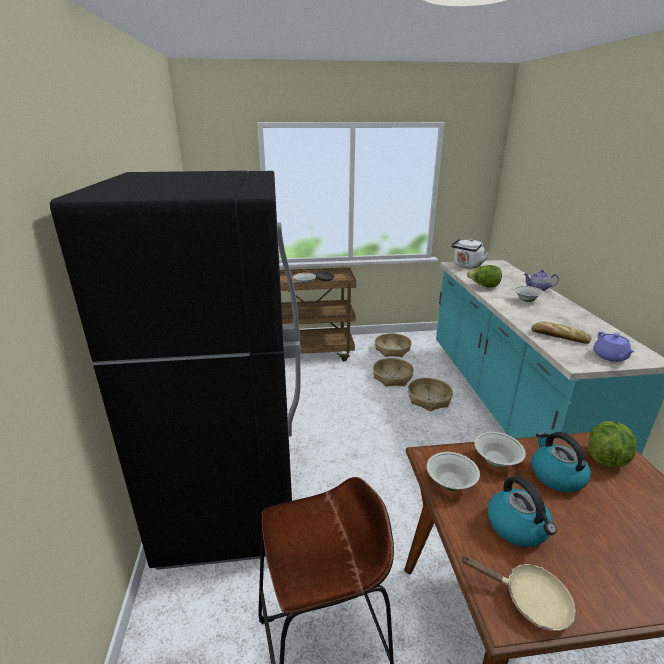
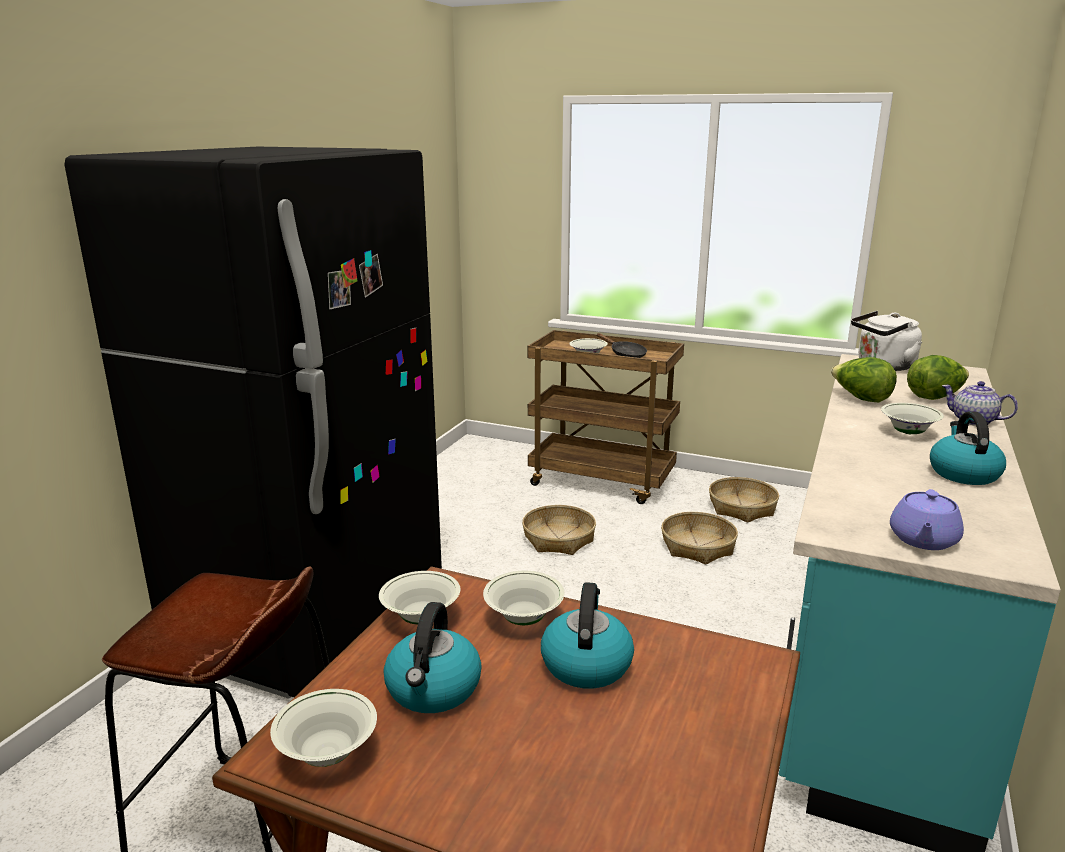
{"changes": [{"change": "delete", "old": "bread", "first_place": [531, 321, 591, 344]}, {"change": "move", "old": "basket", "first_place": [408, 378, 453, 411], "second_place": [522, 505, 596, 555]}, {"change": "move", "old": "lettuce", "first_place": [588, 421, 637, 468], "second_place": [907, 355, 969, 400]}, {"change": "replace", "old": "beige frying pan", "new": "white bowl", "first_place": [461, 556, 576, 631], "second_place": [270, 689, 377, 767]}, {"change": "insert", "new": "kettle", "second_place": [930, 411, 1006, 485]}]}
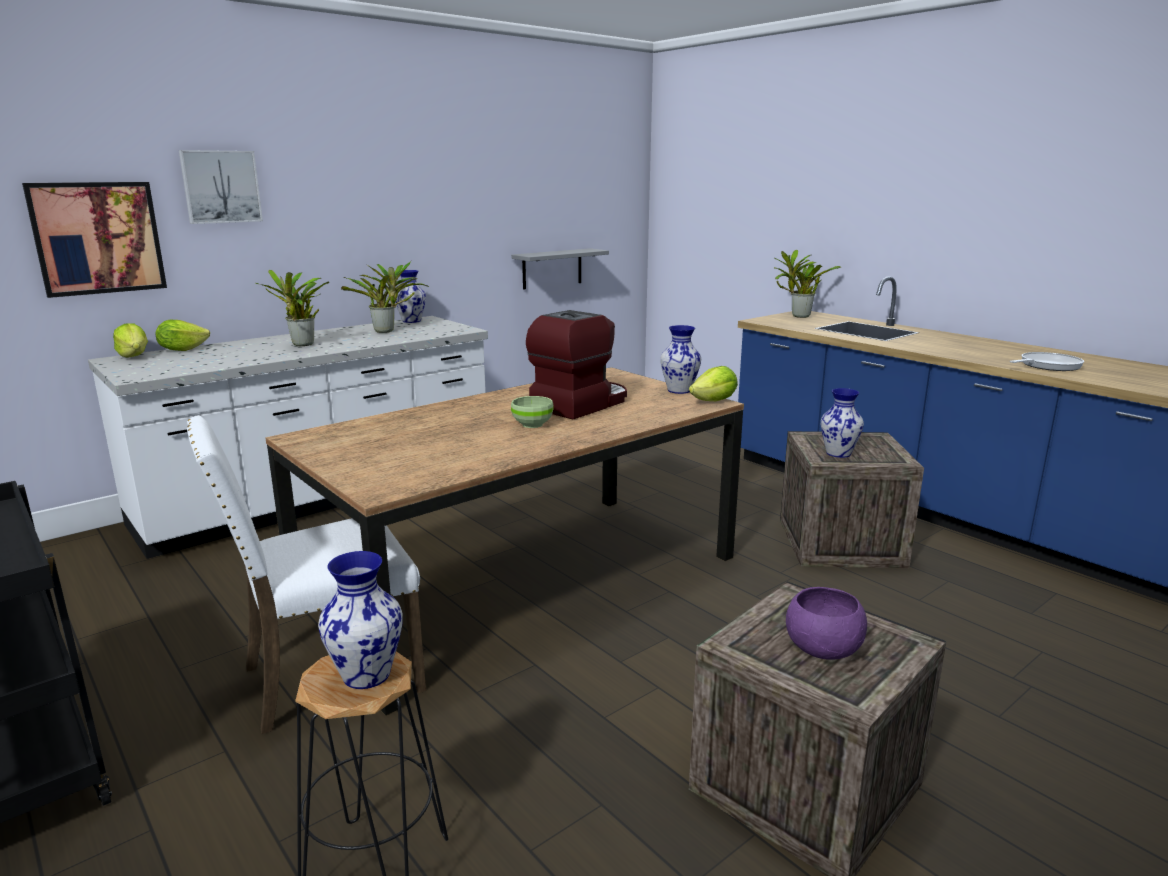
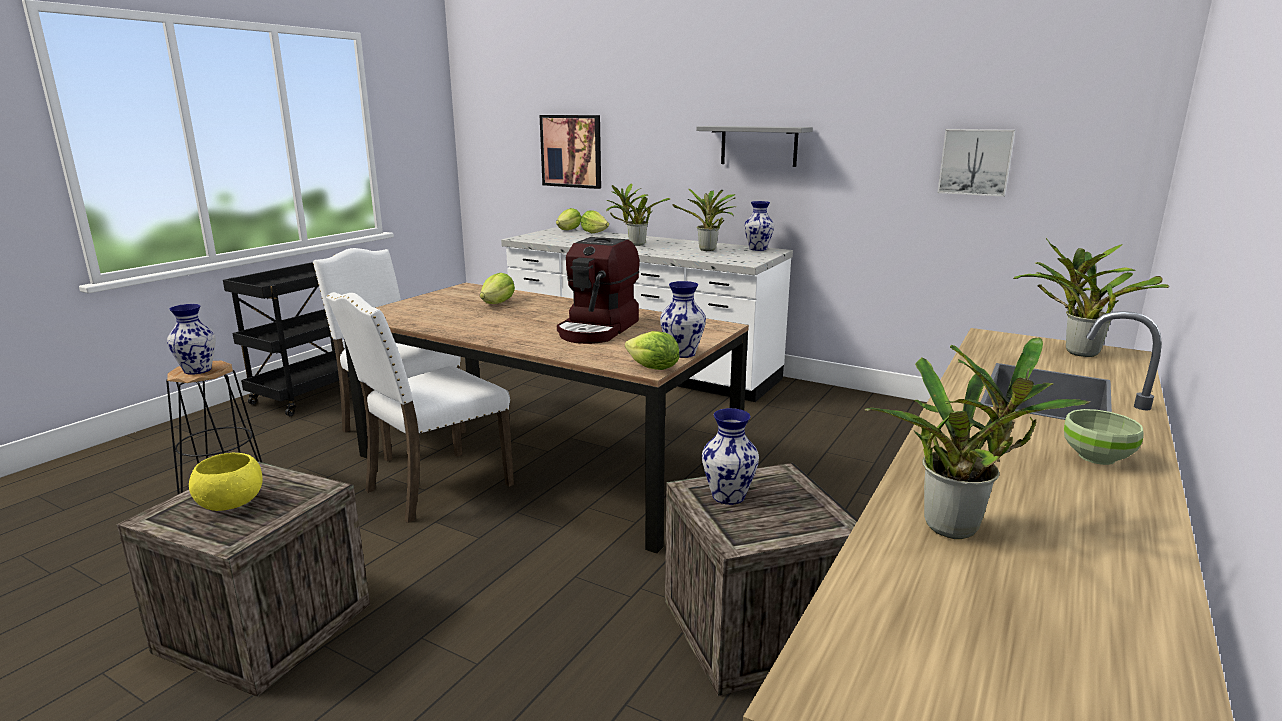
{"changes": [{"change": "move", "old": "picture", "first_place": [179, 150, 263, 224], "second_place": [938, 129, 1015, 197]}, {"change": "move", "old": "grey shelf", "first_place": [511, 248, 609, 290], "second_place": [696, 126, 813, 167]}, {"change": "rotate", "old": "coffee machine", "first_place": [526, 310, 627, 420], "second_place": [557, 237, 640, 344], "degrees": 90}, {"change": "replace", "old": "frying pan", "new": "potted plant", "first_place": [1010, 352, 1084, 371], "second_place": [864, 337, 1090, 539]}, {"change": "move", "old": "green bowl", "first_place": [511, 396, 554, 428], "second_place": [1064, 409, 1144, 465]}, {"change": "recolor", "old": "purple bowl", "new": "yellow bowl", "first_place": [786, 587, 867, 660], "second_place": [189, 452, 263, 511]}, {"change": "insert", "new": "lettuce", "second_place": [480, 273, 515, 304]}, {"change": "insert", "new": "white chair", "second_place": [326, 292, 514, 523]}]}
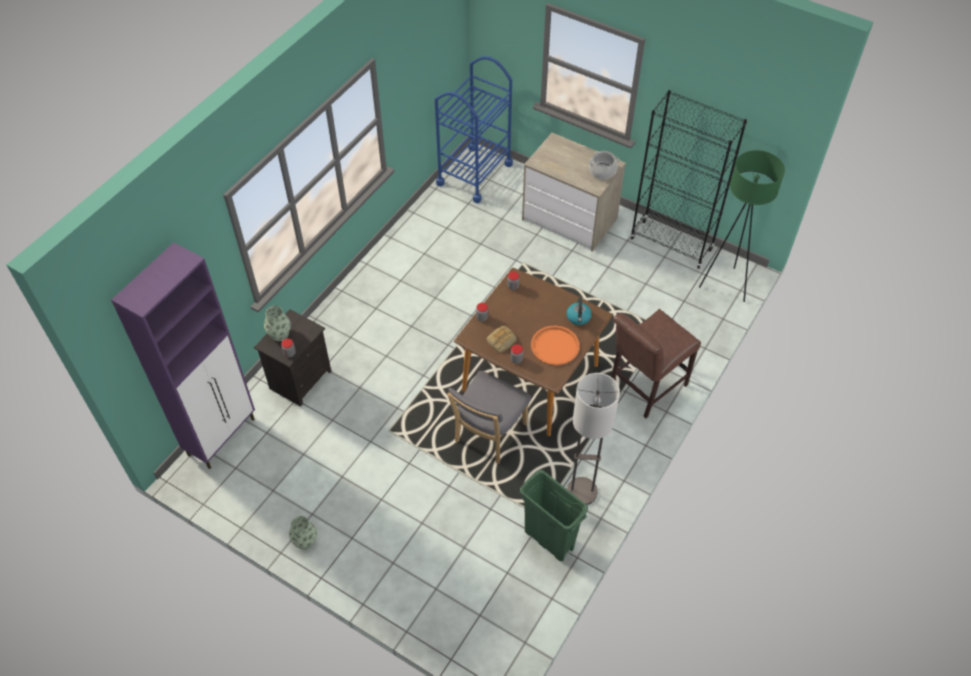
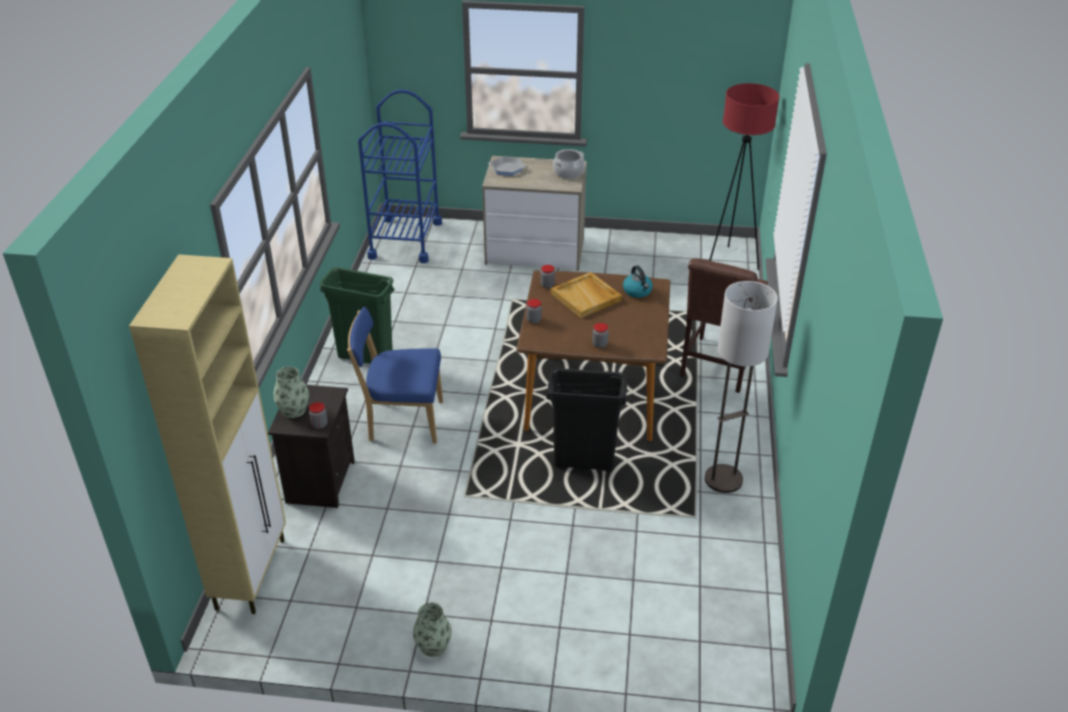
{"changes": [{"change": "delete", "old": "black bookcase", "first_place": [630, 90, 747, 269]}, {"change": "recolor", "old": "green floor lamp", "new": "red floor lamp", "first_place": [699, 150, 785, 302], "second_place": [709, 83, 780, 270]}, {"change": "recolor", "old": "purple cabinet", "new": "beige cabinet", "first_place": [111, 242, 255, 469], "second_place": [129, 254, 286, 614]}, {"change": "delete", "old": "bread", "first_place": [486, 326, 517, 353]}, {"change": "delete", "old": "orange tray", "first_place": [531, 326, 580, 365]}, {"change": "replace", "old": "grey chair", "new": "black trash can", "first_place": [447, 371, 531, 464], "second_place": [546, 368, 627, 471]}, {"change": "move", "old": "green trash can", "first_place": [520, 470, 588, 561], "second_place": [320, 267, 395, 364]}, {"change": "insert", "new": "frying pan", "second_place": [489, 157, 526, 176]}, {"change": "insert", "new": "beige tray", "second_place": [551, 272, 622, 318]}, {"change": "insert", "new": "blue chair", "second_place": [347, 307, 443, 443]}]}
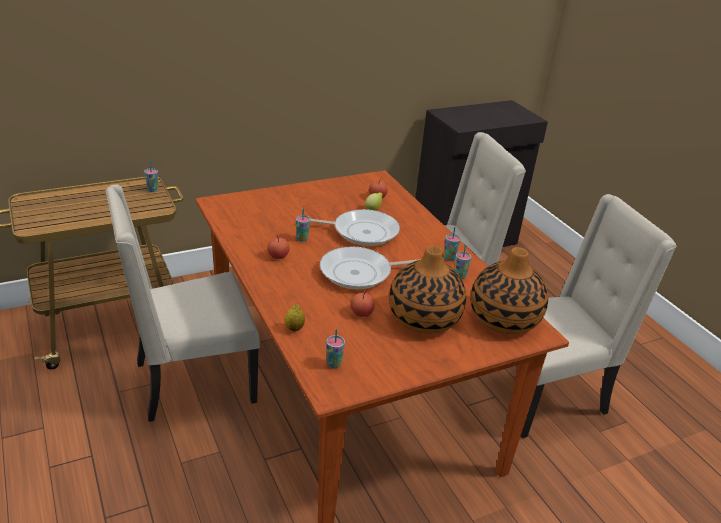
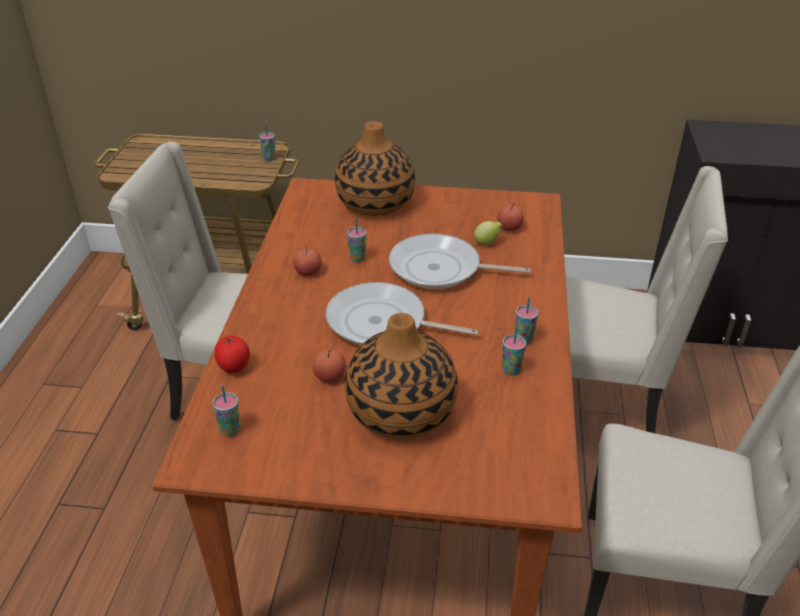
{"changes": [{"change": "rotate", "old": "frying pan", "first_place": [310, 209, 400, 246], "second_place": [389, 234, 531, 289], "degrees": 150}, {"change": "move", "old": "vase", "first_place": [471, 247, 548, 334], "second_place": [335, 121, 415, 216]}, {"change": "replace", "old": "lemon", "new": "tomato", "first_place": [285, 305, 305, 332], "second_place": [215, 336, 250, 373]}]}
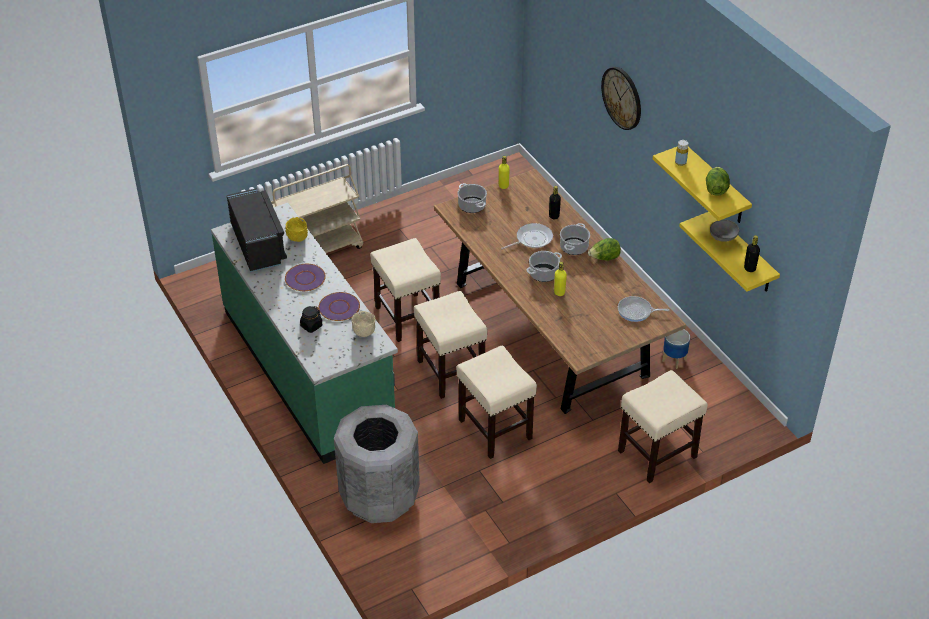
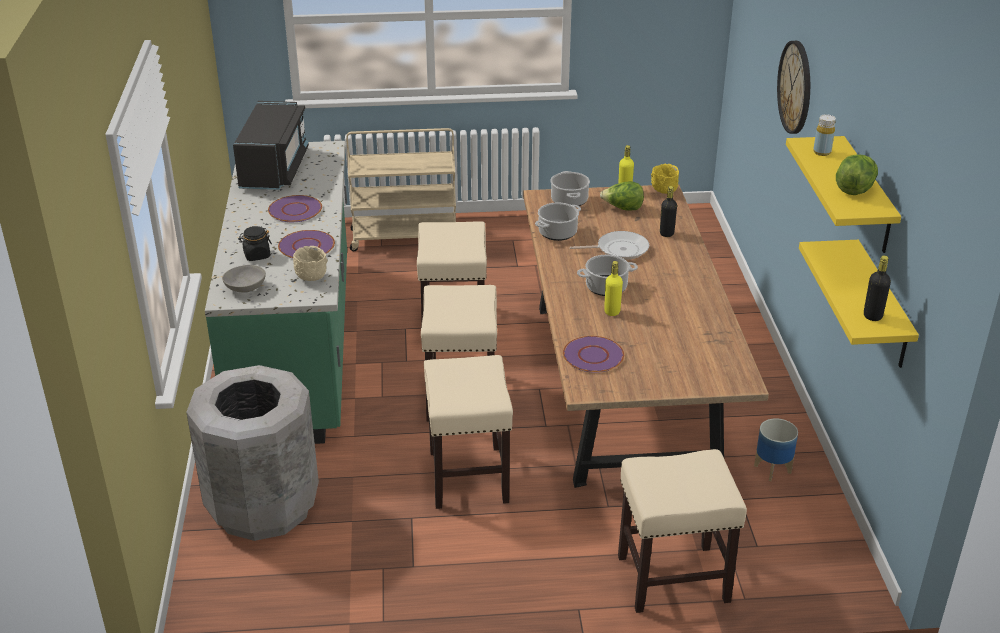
{"changes": [{"change": "move", "old": "yellow bowl", "first_place": [286, 217, 308, 242], "second_place": [651, 164, 679, 194]}, {"change": "move", "old": "grey bowl", "first_place": [710, 220, 739, 242], "second_place": [222, 265, 266, 292]}, {"change": "move", "old": "cooking pot", "first_place": [560, 223, 590, 255], "second_place": [535, 203, 581, 241]}, {"change": "move", "old": "lettuce", "first_place": [588, 238, 621, 261], "second_place": [600, 181, 644, 211]}, {"change": "delete", "old": "frying pan", "first_place": [618, 296, 669, 322]}, {"change": "insert", "new": "purple plate", "second_place": [563, 336, 624, 373]}]}
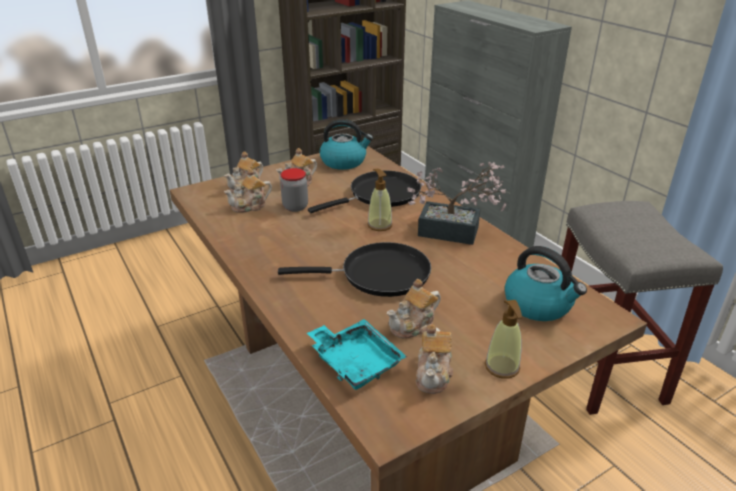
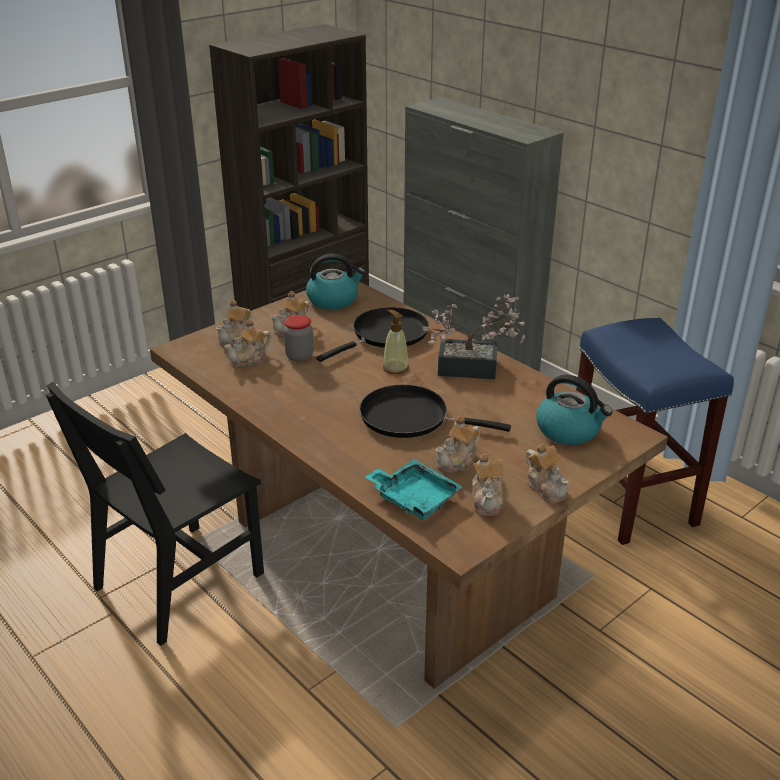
{"changes": [{"change": "recolor", "old": "grey stool", "new": "blue stool", "first_place": [562, 201, 723, 415], "second_place": [576, 318, 734, 545]}, {"change": "rotate", "old": "black frying pan", "first_place": [278, 242, 431, 297], "second_place": [359, 385, 511, 438], "degrees": -150}, {"change": "replace", "old": "soap dispenser", "new": "teapot", "first_place": [485, 300, 522, 379], "second_place": [526, 444, 569, 503]}, {"change": "insert", "new": "black chair", "second_place": [46, 382, 264, 646]}]}
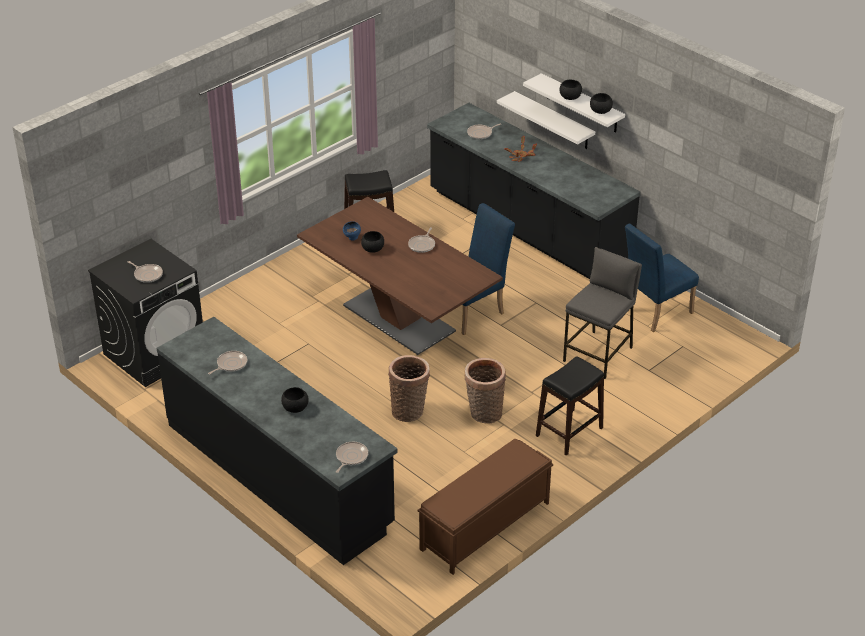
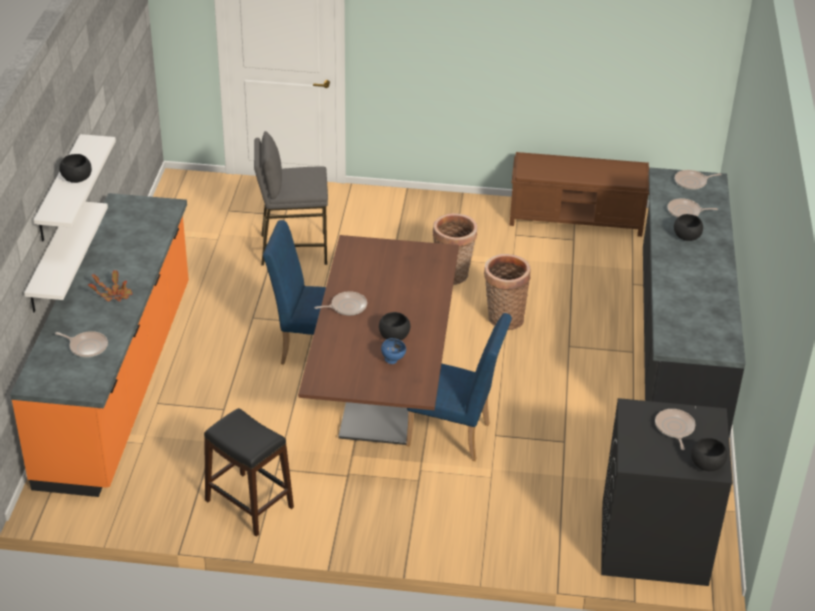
{"changes": [{"change": "move", "old": "black bowl", "first_place": [590, 93, 613, 114], "second_place": [691, 438, 727, 471]}, {"change": "recolor", "old": "black counter", "new": "orange counter", "first_place": [427, 103, 641, 279], "second_place": [10, 193, 189, 497]}, {"change": "move", "old": "blue chair", "first_place": [625, 224, 699, 332], "second_place": [406, 313, 512, 461]}, {"change": "move", "old": "frying pan", "first_place": [208, 351, 247, 374], "second_place": [667, 198, 718, 218]}, {"change": "delete", "old": "black stool", "first_place": [536, 357, 604, 456]}]}
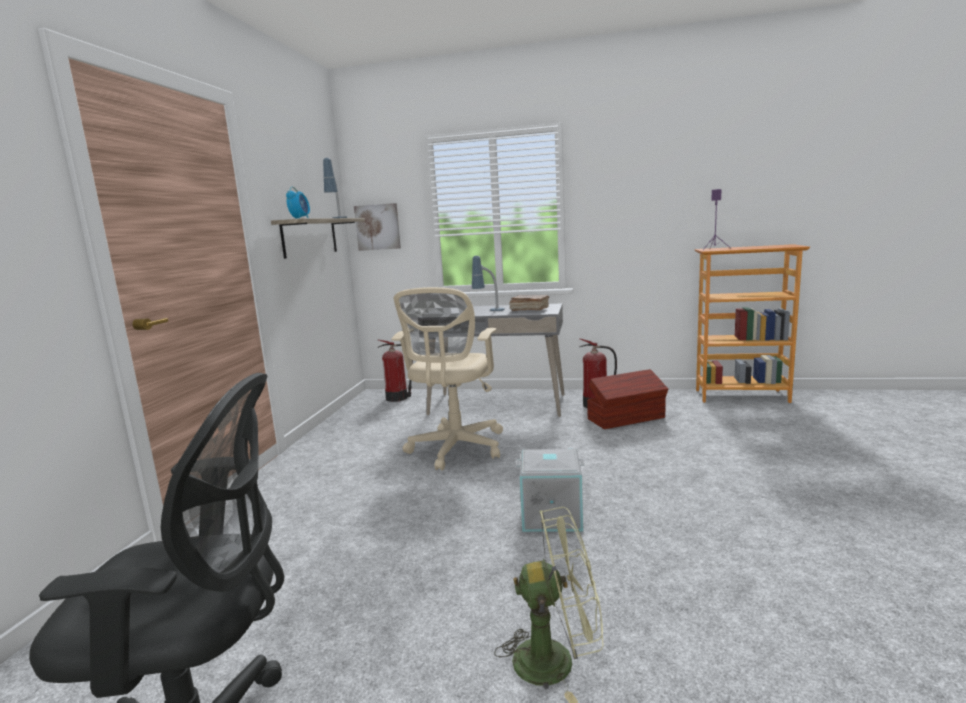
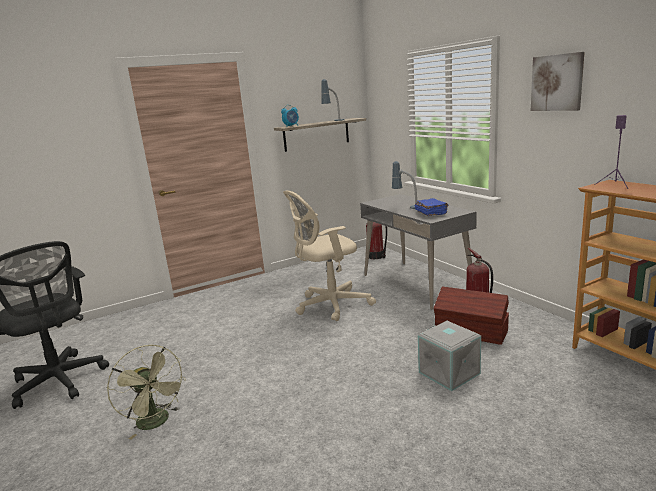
{"changes": [{"change": "move", "old": "picture", "first_place": [354, 203, 401, 251], "second_place": [531, 52, 585, 111]}, {"change": "recolor", "old": "brown book", "new": "blue book", "first_place": [509, 295, 549, 311], "second_place": [415, 198, 449, 216]}, {"change": "move", "old": "grey storage box", "first_place": [516, 449, 584, 532], "second_place": [418, 321, 481, 391]}]}
